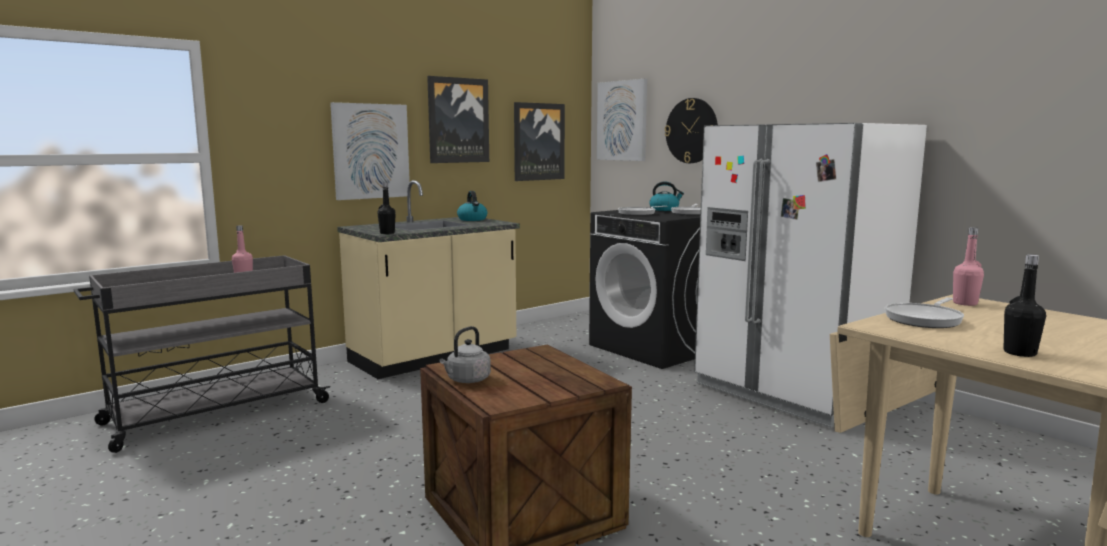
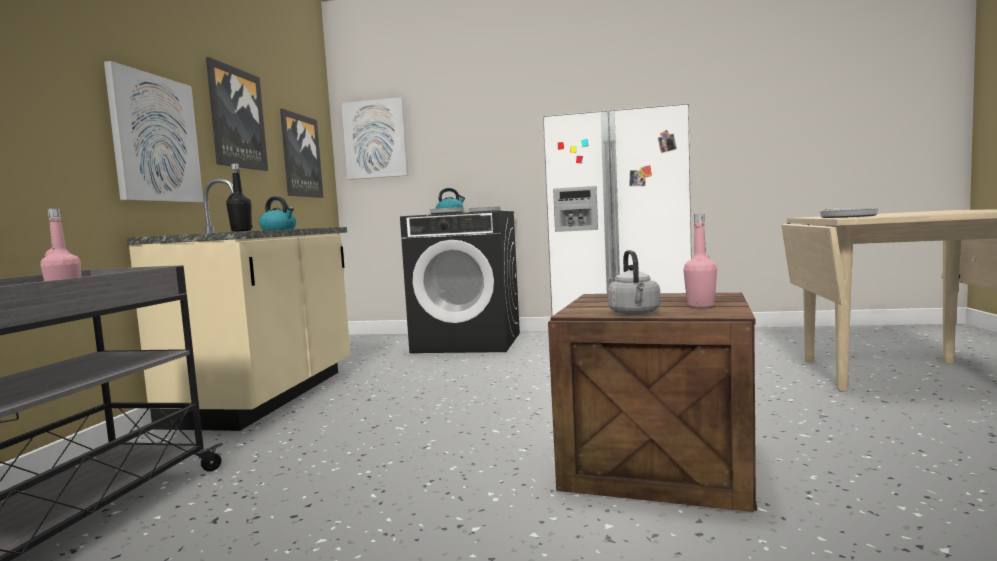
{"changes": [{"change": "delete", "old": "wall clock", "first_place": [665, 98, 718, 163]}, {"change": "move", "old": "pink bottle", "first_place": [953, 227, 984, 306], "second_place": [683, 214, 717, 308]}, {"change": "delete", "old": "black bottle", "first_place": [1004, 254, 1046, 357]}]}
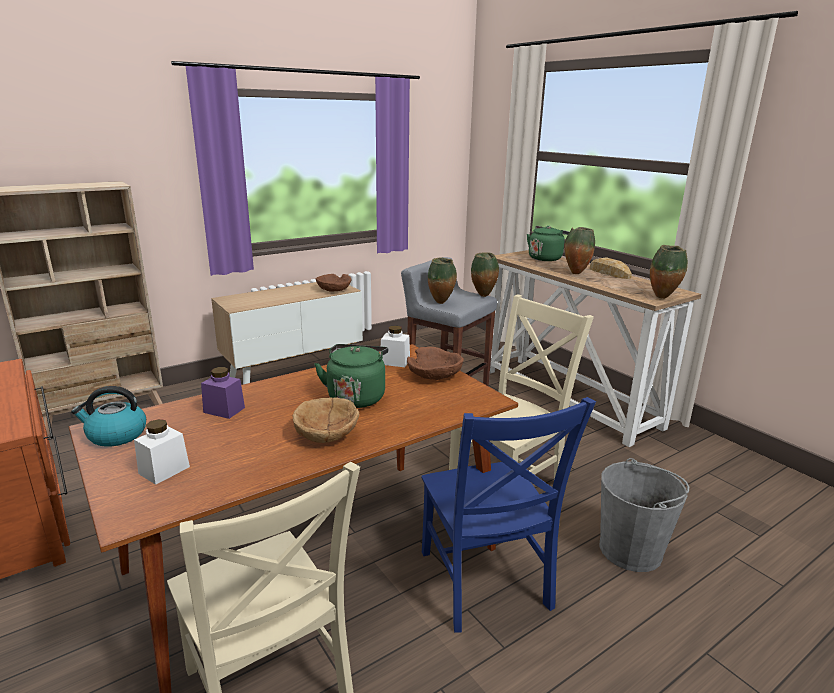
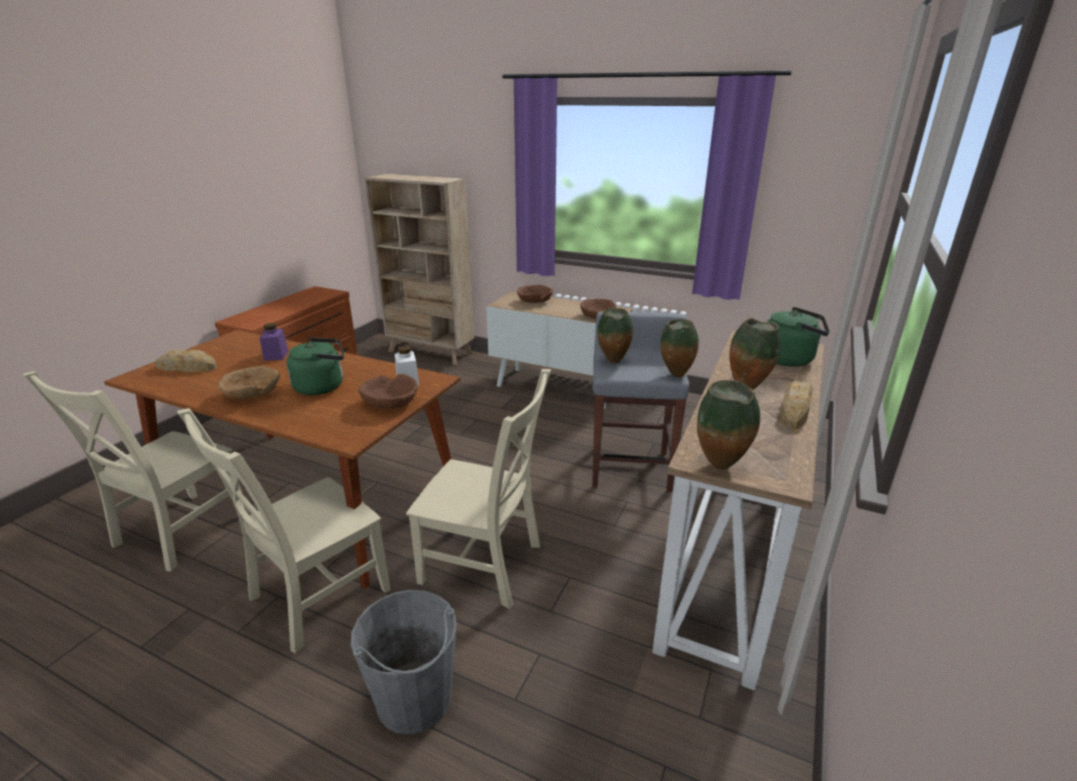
{"changes": [{"change": "delete", "old": "kettle", "first_place": [71, 386, 146, 447]}, {"change": "recolor", "old": "blue chair", "new": "beige chair", "first_place": [421, 397, 596, 633], "second_place": [177, 408, 391, 654]}, {"change": "replace", "old": "white jar", "new": "bread", "first_place": [134, 419, 190, 485], "second_place": [155, 349, 217, 372]}, {"change": "insert", "new": "brown bowl", "second_place": [517, 285, 553, 303]}]}
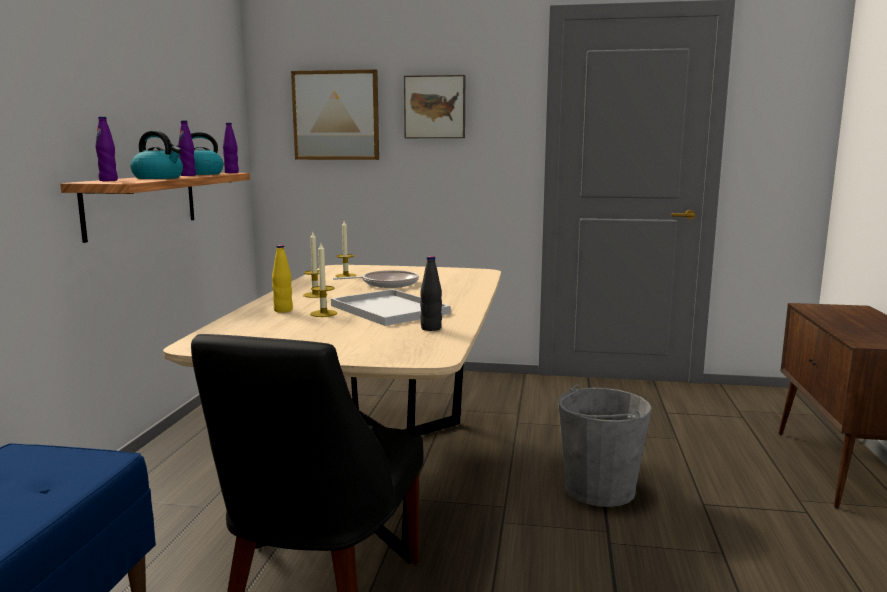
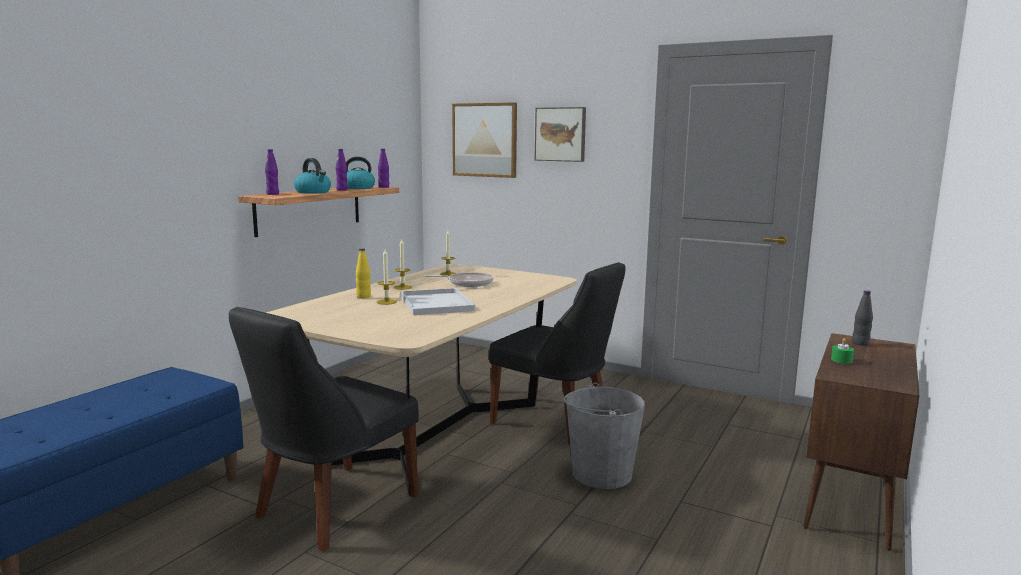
{"changes": [{"change": "move", "old": "black bottle", "first_place": [420, 256, 442, 331], "second_place": [852, 290, 873, 346]}, {"change": "insert", "new": "black chair", "second_place": [489, 262, 626, 445]}, {"change": "insert", "new": "green candle", "second_place": [831, 338, 854, 364]}]}
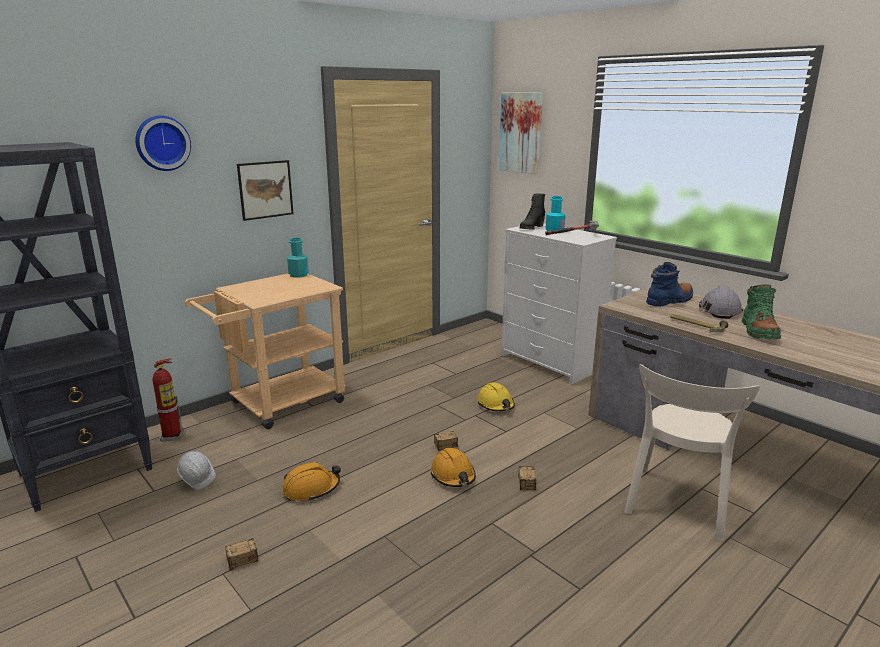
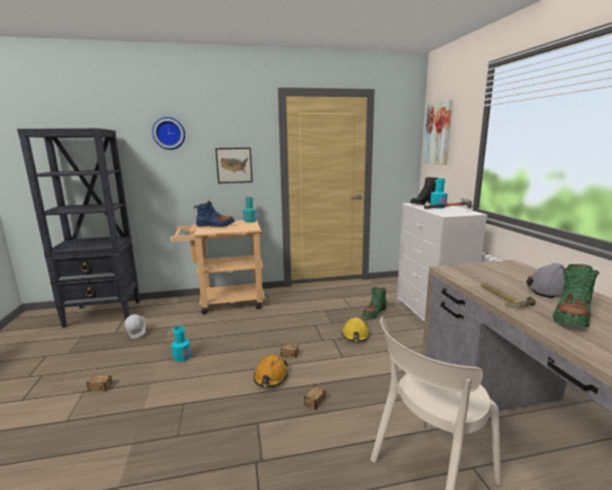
{"changes": [{"change": "move", "old": "blue boot", "first_place": [646, 262, 693, 307], "second_place": [193, 201, 235, 227]}, {"change": "delete", "old": "fire extinguisher", "first_place": [153, 358, 183, 442]}, {"change": "replace", "old": "orange hard hat", "new": "turquoise bottle", "first_place": [282, 462, 341, 501], "second_place": [171, 326, 191, 362]}, {"change": "insert", "new": "green boot", "second_place": [362, 287, 387, 318]}]}
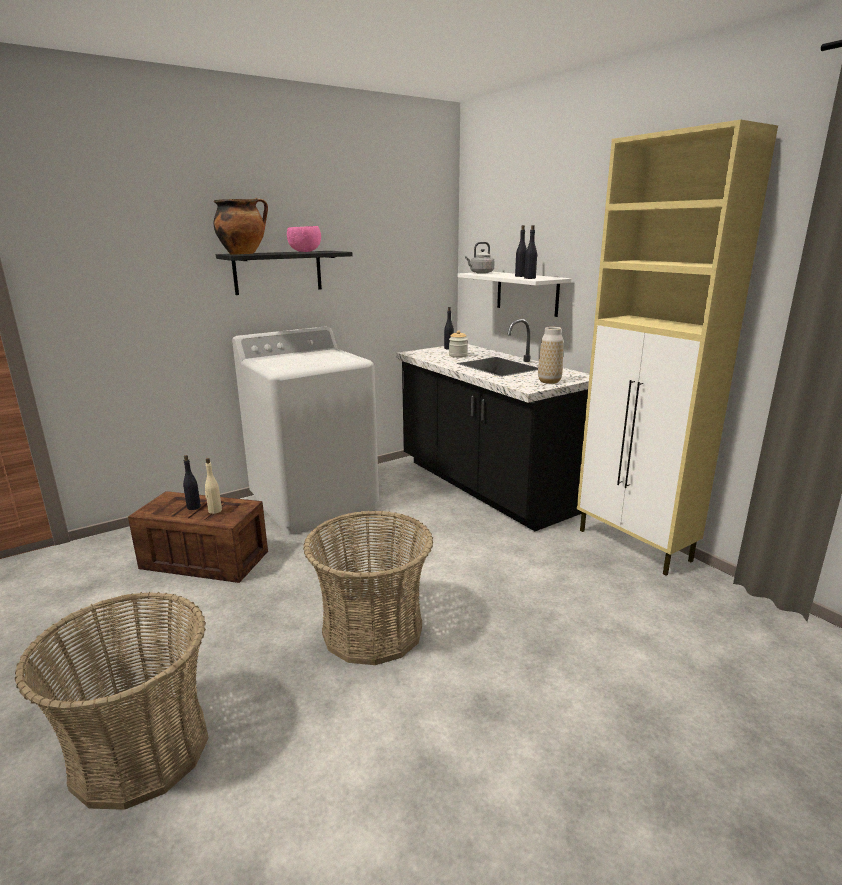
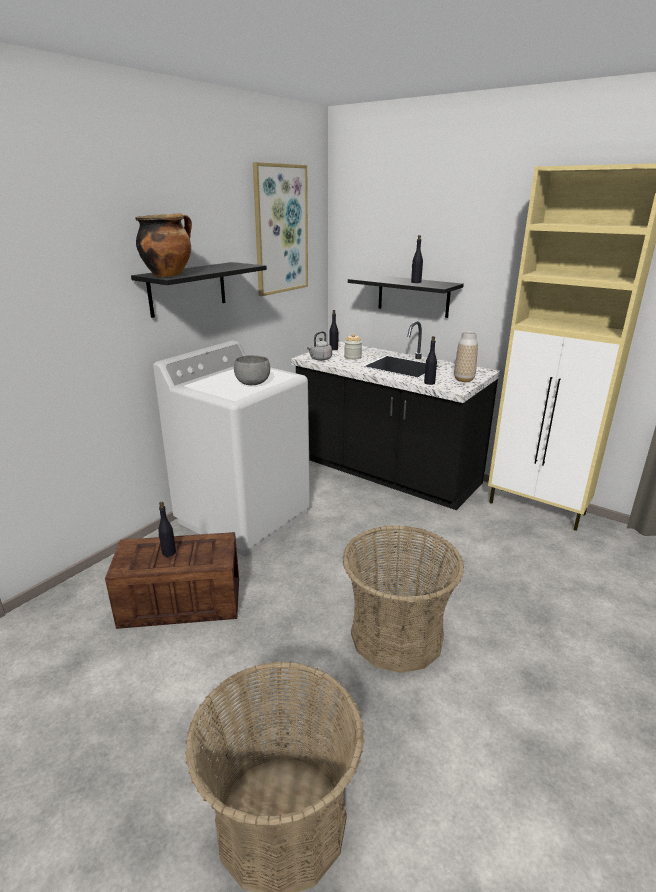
{"changes": [{"change": "move", "old": "black bottle", "first_place": [524, 225, 537, 279], "second_place": [424, 336, 437, 385]}, {"change": "delete", "old": "pink bowl", "first_place": [287, 226, 321, 252]}, {"change": "move", "old": "grey kettle", "first_place": [465, 242, 495, 274], "second_place": [307, 331, 332, 361]}, {"change": "recolor", "old": "white shelf", "new": "black shelf", "first_place": [457, 272, 571, 317], "second_place": [348, 275, 464, 318]}, {"change": "delete", "old": "beige bottle", "first_place": [205, 458, 222, 514]}, {"change": "insert", "new": "picture", "second_place": [253, 162, 308, 296]}, {"change": "insert", "new": "grey bowl", "second_place": [234, 355, 270, 385]}]}
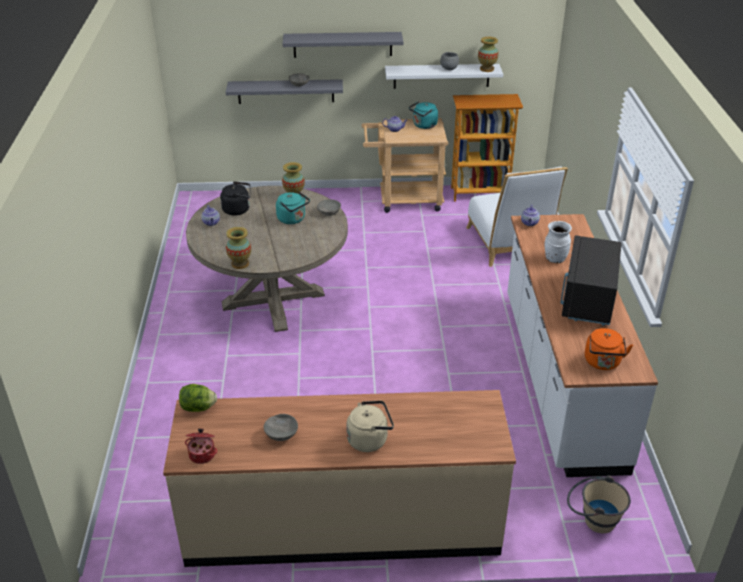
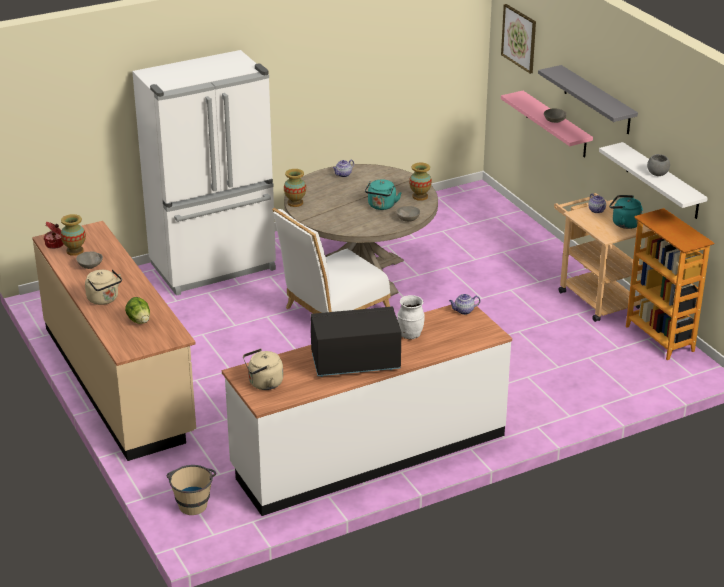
{"changes": [{"change": "move", "old": "vase", "first_place": [478, 37, 499, 72], "second_place": [61, 214, 86, 256]}, {"change": "recolor", "old": "grey shelf", "new": "pink shelf", "first_place": [226, 79, 343, 104], "second_place": [501, 91, 593, 158]}, {"change": "move", "old": "white chair", "first_place": [466, 167, 568, 267], "second_place": [272, 208, 391, 314]}, {"change": "delete", "old": "black kettle", "first_place": [220, 181, 251, 216]}, {"change": "recolor", "old": "orange kettle", "new": "beige kettle", "first_place": [585, 328, 633, 370], "second_place": [243, 348, 283, 390]}, {"change": "move", "old": "lettuce", "first_place": [179, 384, 217, 412], "second_place": [125, 297, 150, 324]}, {"change": "insert", "new": "picture", "second_place": [501, 4, 536, 74]}, {"change": "insert", "new": "white fridge", "second_place": [132, 50, 276, 296]}]}
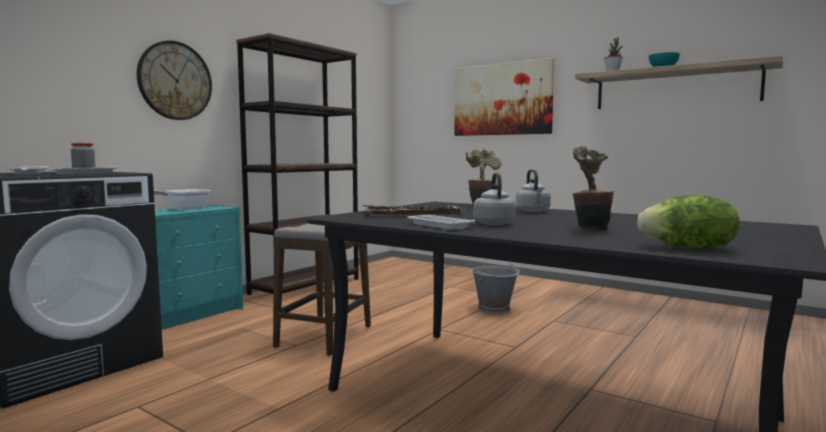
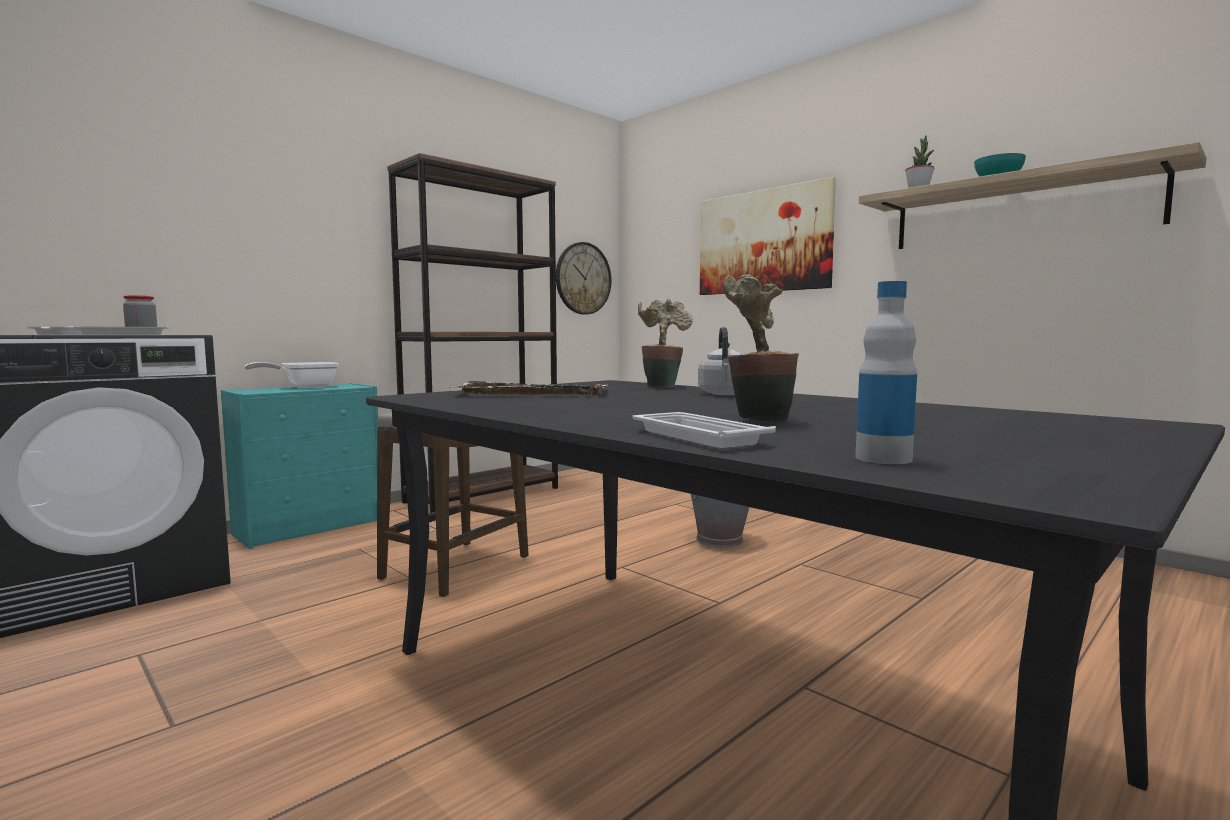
{"changes": [{"change": "move", "old": "wall clock", "first_place": [137, 41, 212, 120], "second_place": [556, 242, 611, 315]}, {"change": "delete", "old": "grey kettle", "first_place": [473, 173, 515, 226]}, {"change": "replace", "old": "lettuce", "new": "bottle", "first_place": [637, 195, 740, 249], "second_place": [856, 281, 917, 464]}, {"change": "move", "old": "white tray", "first_place": [407, 215, 475, 230], "second_place": [632, 412, 776, 448]}]}
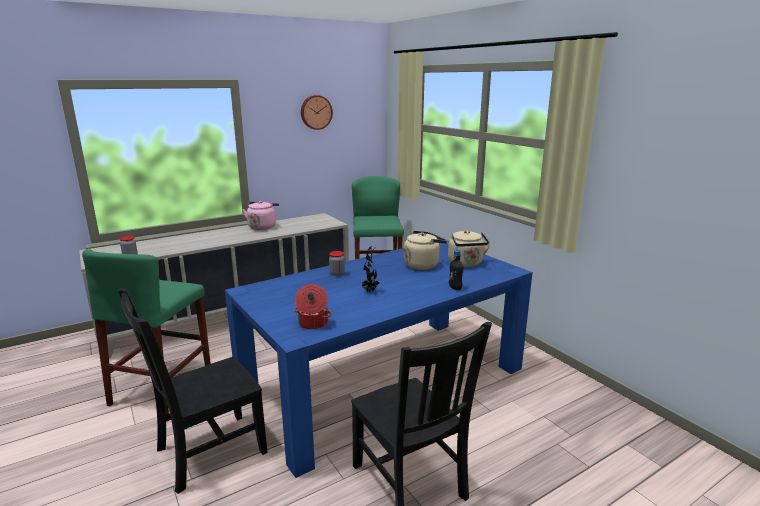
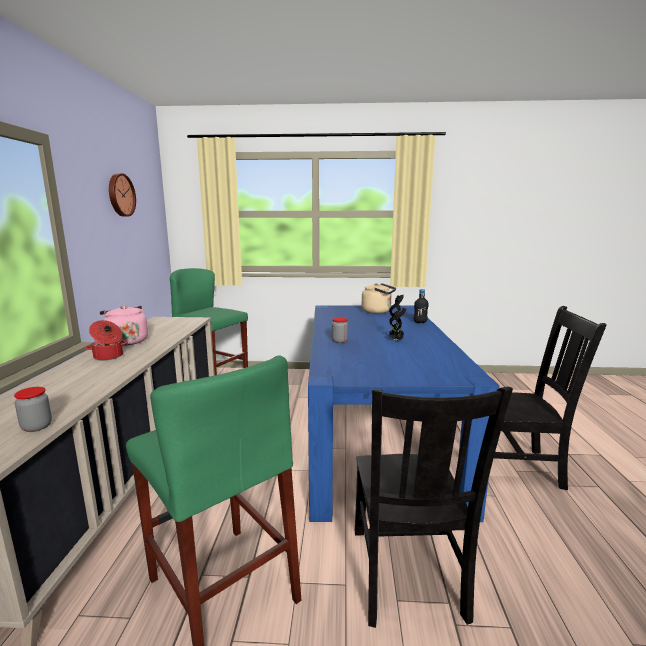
{"changes": [{"change": "delete", "old": "beige kettle", "first_place": [404, 231, 447, 270]}, {"change": "move", "old": "cooking pot", "first_place": [294, 284, 332, 330], "second_place": [85, 320, 128, 360]}]}
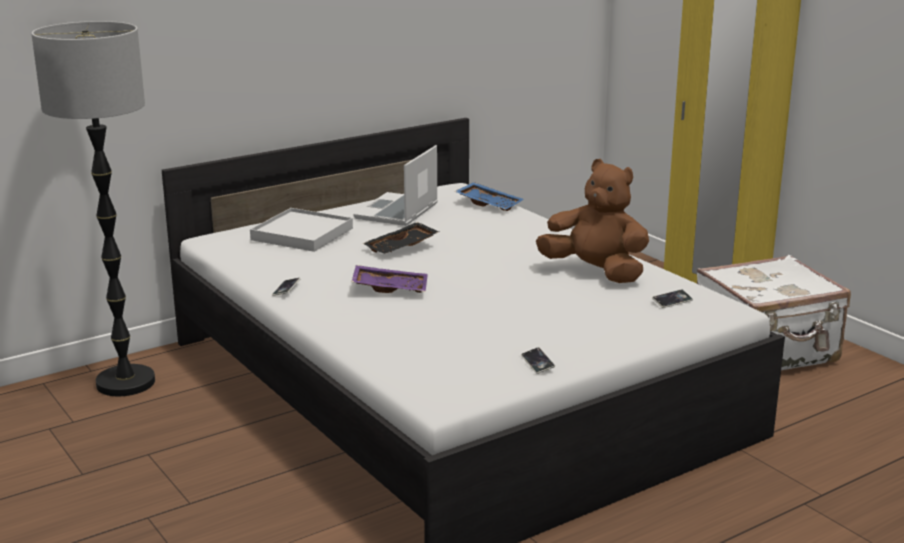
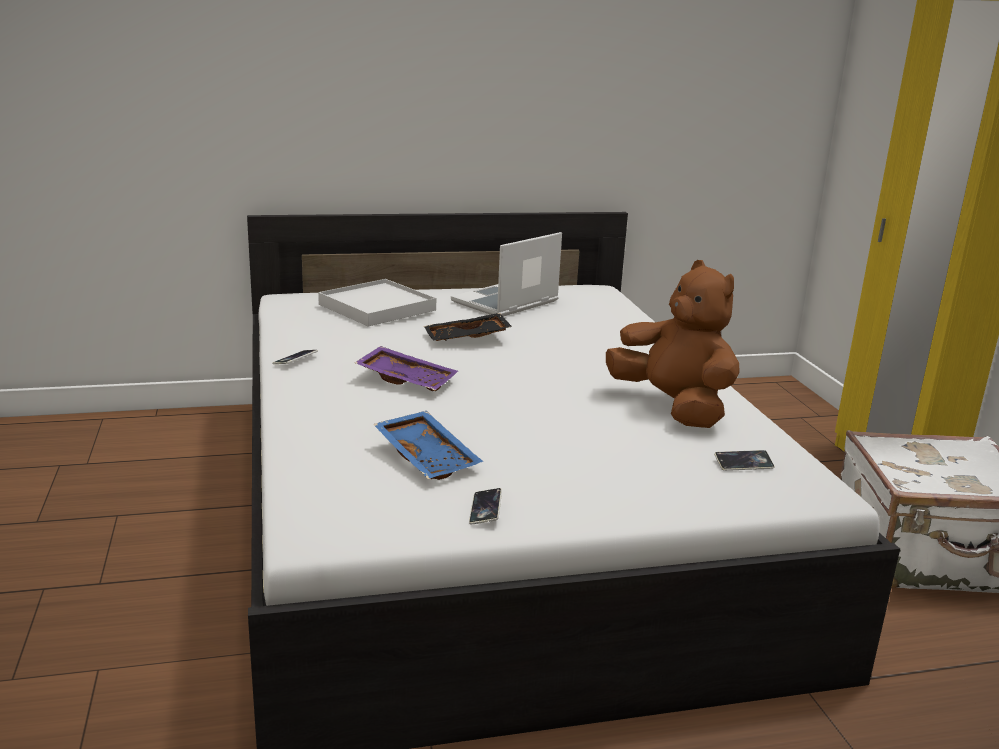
{"changes": [{"change": "delete", "old": "floor lamp", "first_place": [32, 21, 155, 396]}, {"change": "move", "old": "blue tray", "first_place": [455, 182, 524, 211], "second_place": [373, 411, 483, 480]}]}
